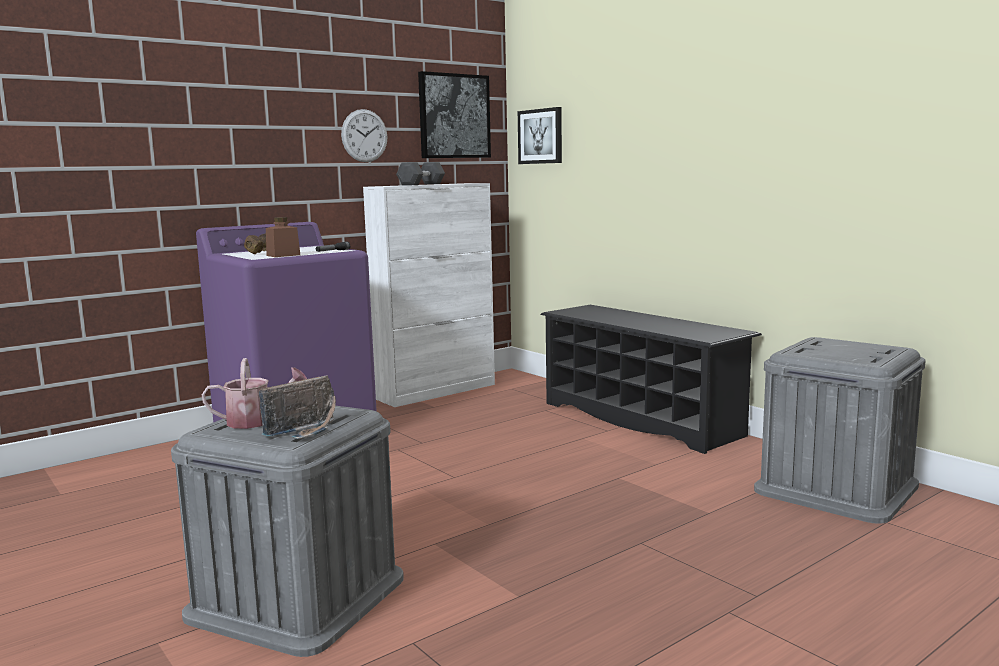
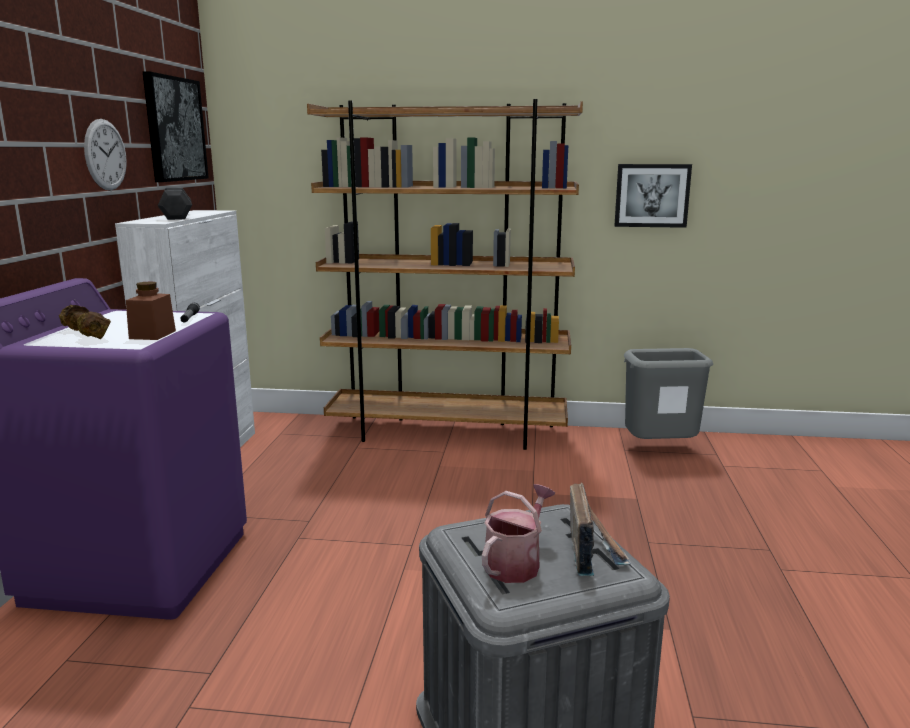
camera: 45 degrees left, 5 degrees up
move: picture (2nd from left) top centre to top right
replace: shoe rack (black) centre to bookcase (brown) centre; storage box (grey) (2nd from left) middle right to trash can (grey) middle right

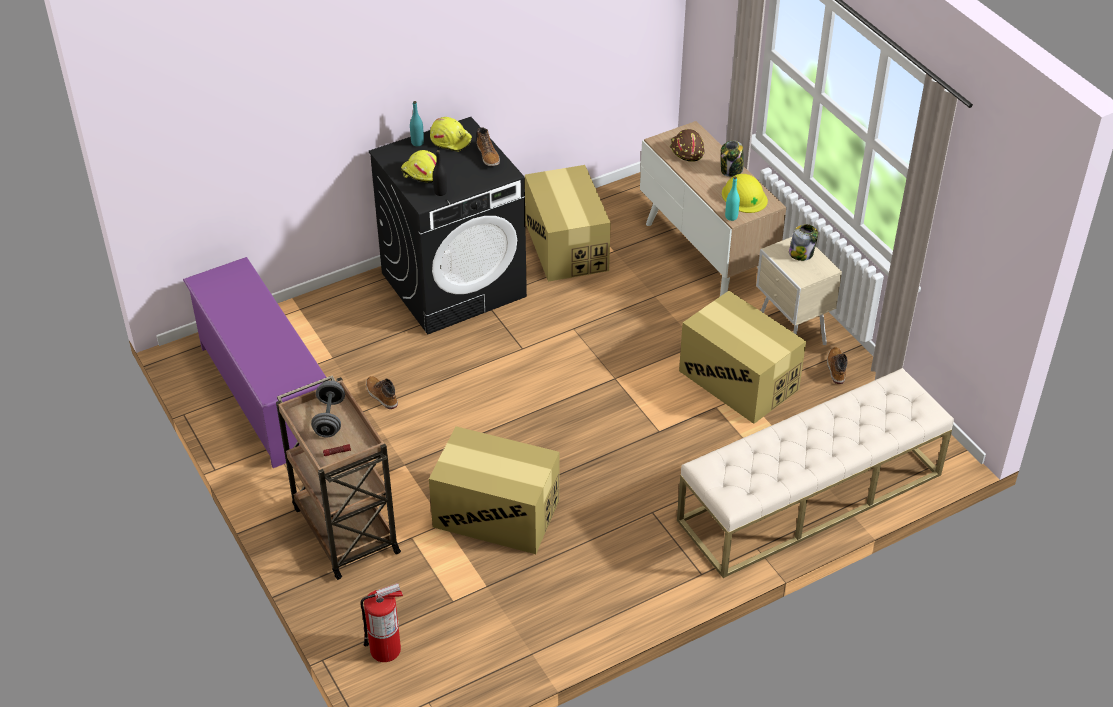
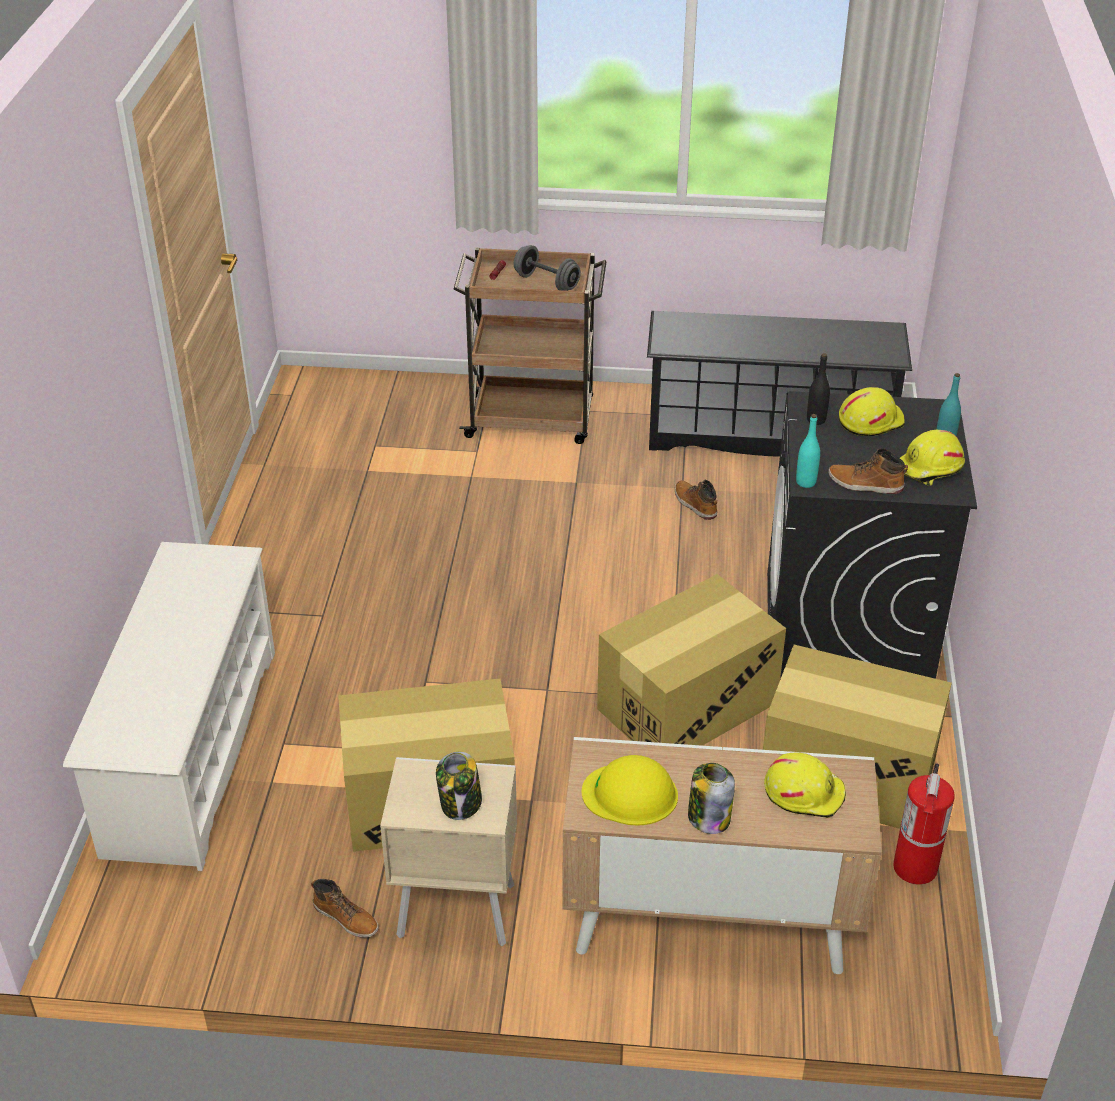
camera: 125 degrees right, 5 degrees down
move: cardboard box (1st from left in the first image) bottom centre to cardboard box (2nd from left) centre; bottle (turquoise) (2nd from left in the first image) top centre to bottle (turquoise) (1st from left) middle right; fire extinguisher bottom centre to bottom right
replace: bench (beige) bottom right to shoe rack (white) middle left
recolor: shoe rack (purple) middle left to shoe rack (black) middle right; hard hat (brown) top centre to hard hat (yellow) (2nd from left) bottom right
rotate: boot (1st from left in the first image) centre = centre 120 degrees counterclockwise

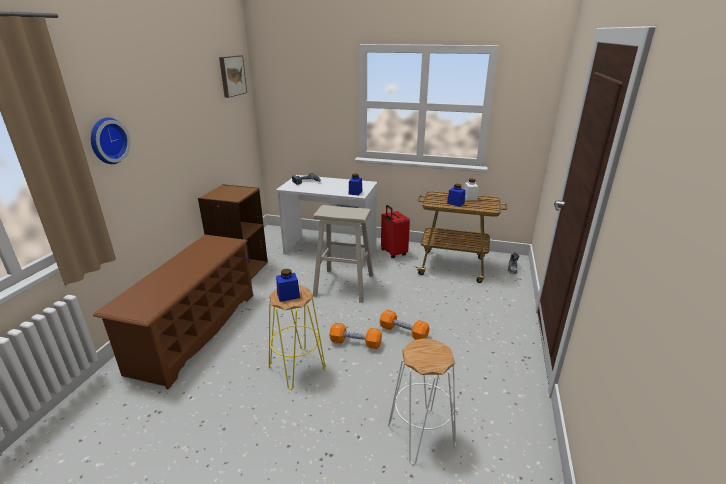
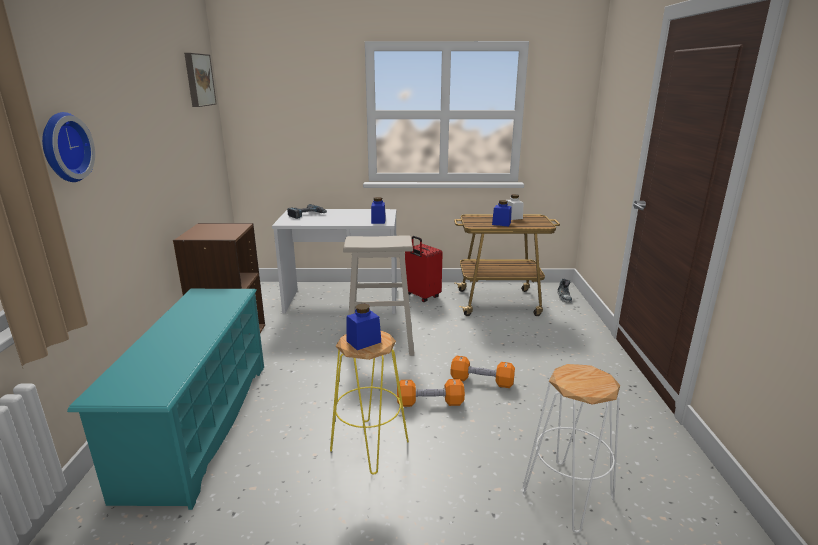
camera: 15 degrees left, 5 degrees down
recolor: shoe rack (brown) middle left to shoe rack (turquoise) bottom left

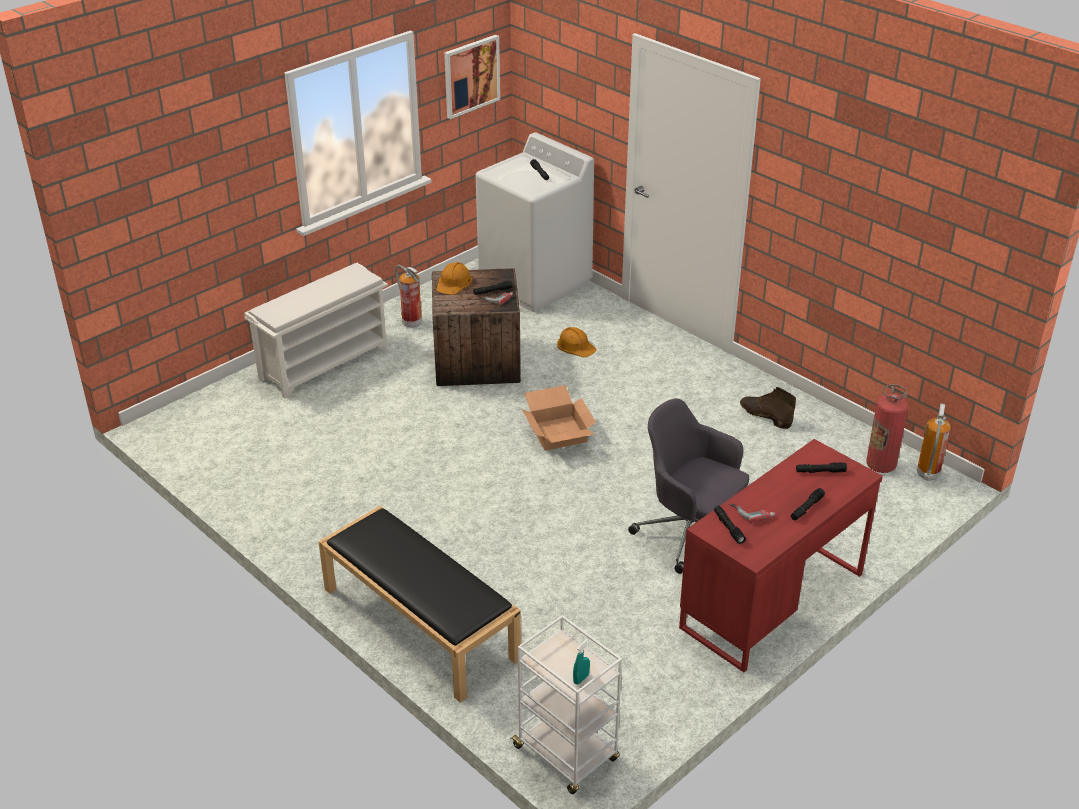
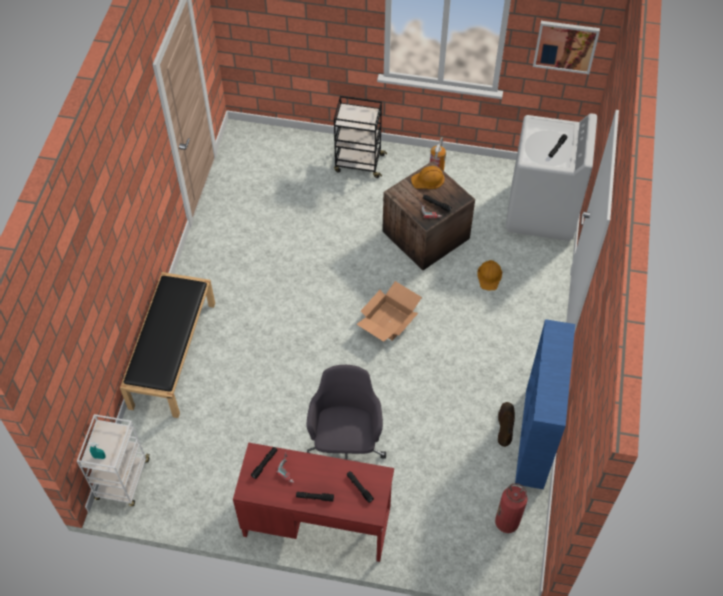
camera: 55 degrees right, 20 degrees up
delete: fire extinguisher (3rd from left) middle right
insert: bookcase (blue) bottom right
replace: shoe rack (white) middle left to cart (black) top centre

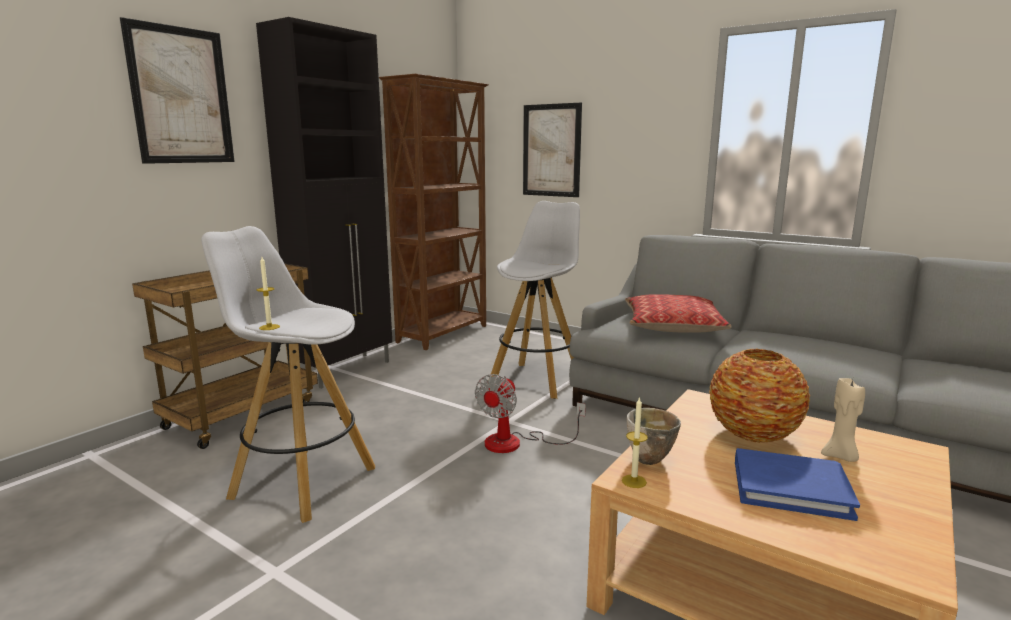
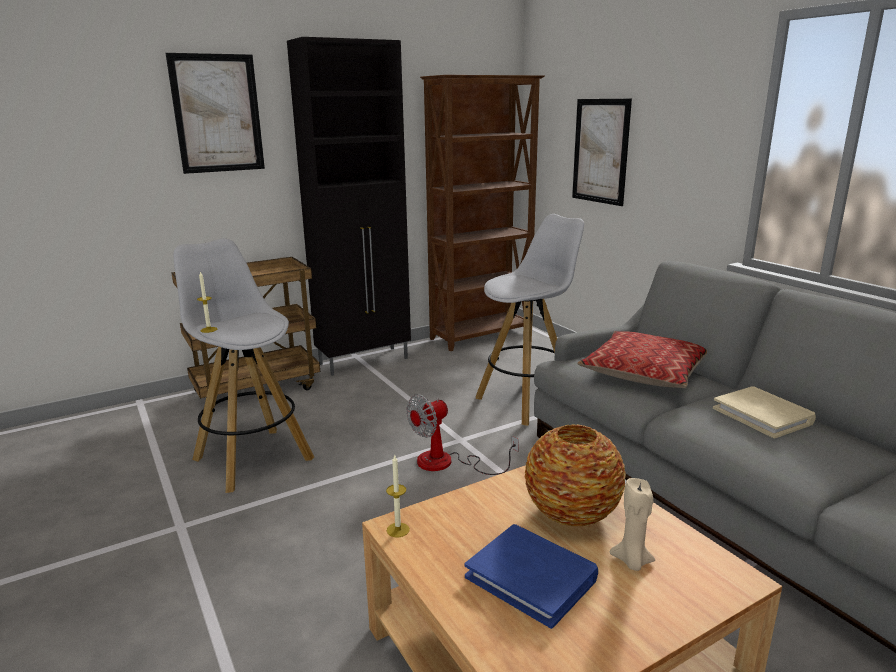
camera: 25 degrees right, 5 degrees up
delete: bowl bottom centre
insert: book (beige) middle right

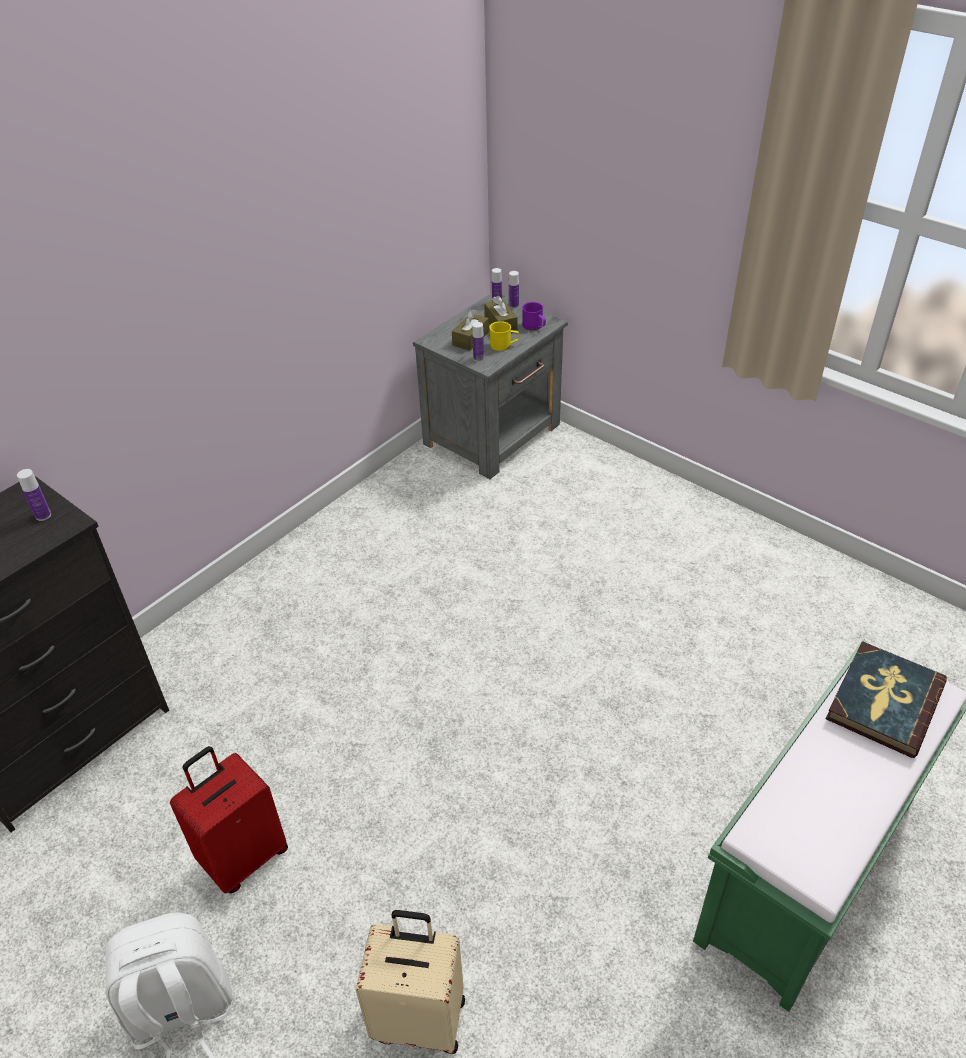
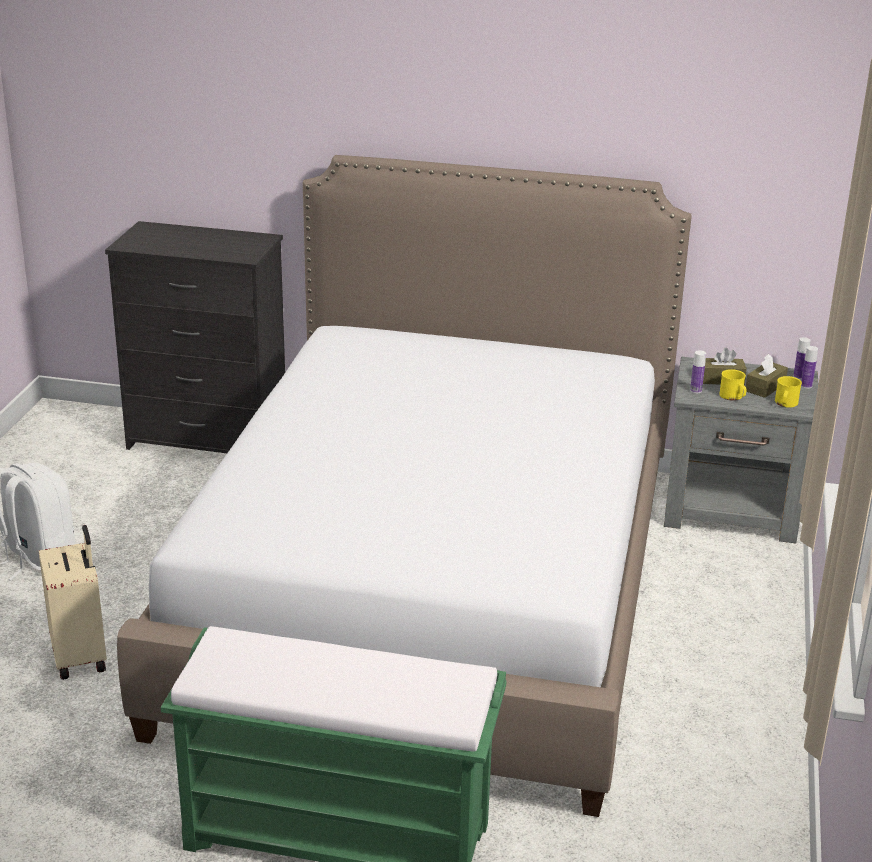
camera: 60 degrees right, 15 degrees down
delete: bottle (1st from left) middle left; suitcase (red) bottom left; book middle right
insert: bed centre
recolor: mug (purple) top centre to mug (yellow) (2nd from left) middle right

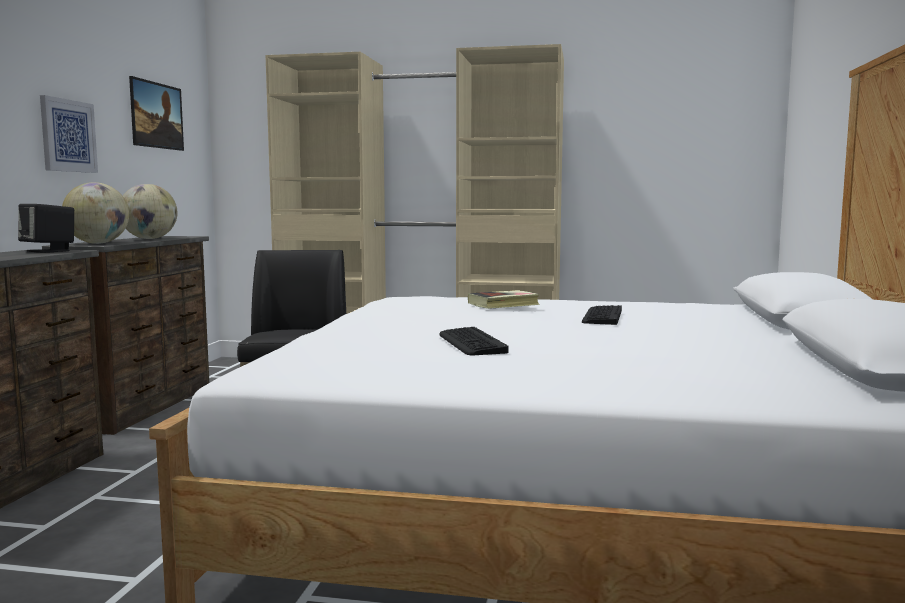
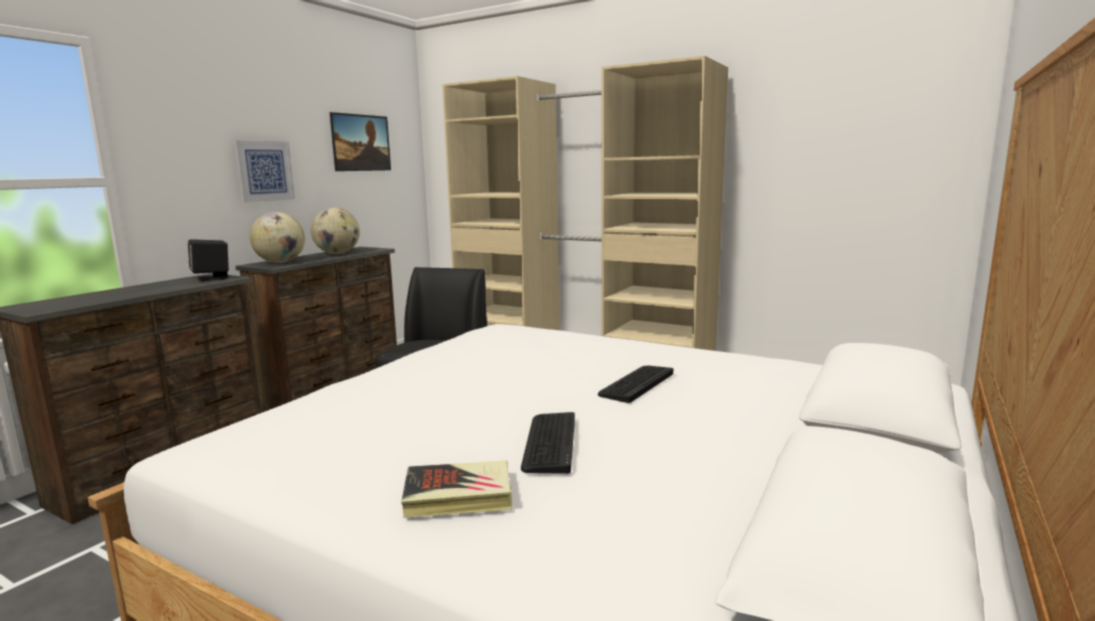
camera: 20 degrees right, 5 degrees up
move: book centre to bottom centre; keyboard (1st from left) centre to bottom centre

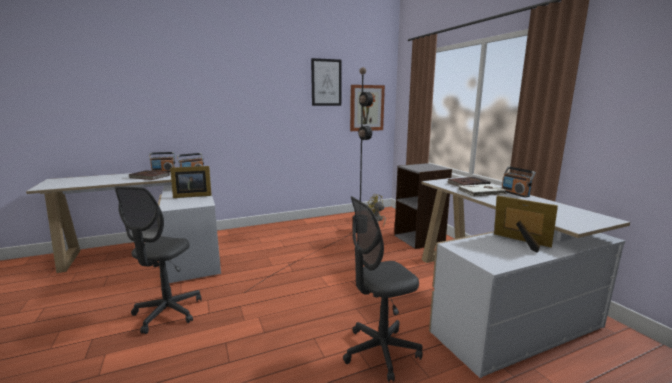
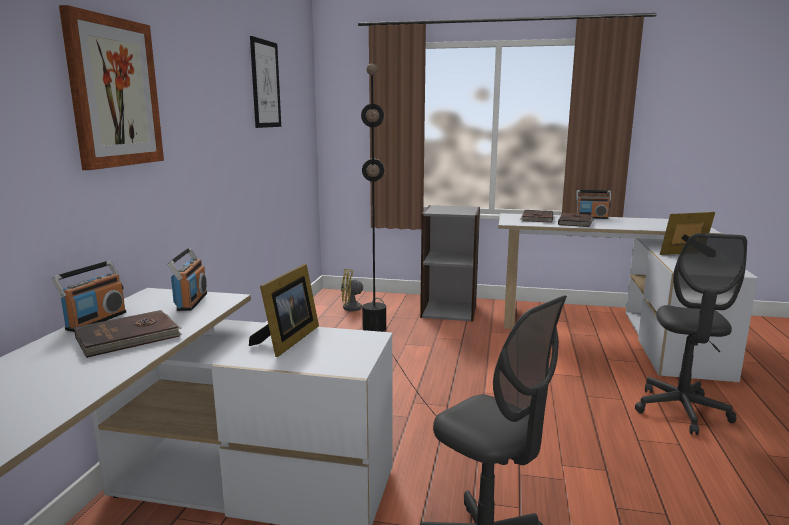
camera: 55 degrees left, 0 degrees up
move: picture (2nd from left in the first image) top centre to picture (1st from left) top left
recolor: book (white) middle right to book (brown) (3rd from left) middle right

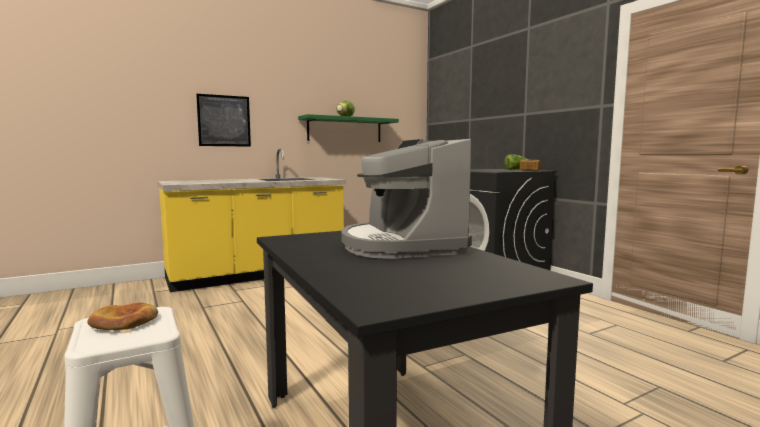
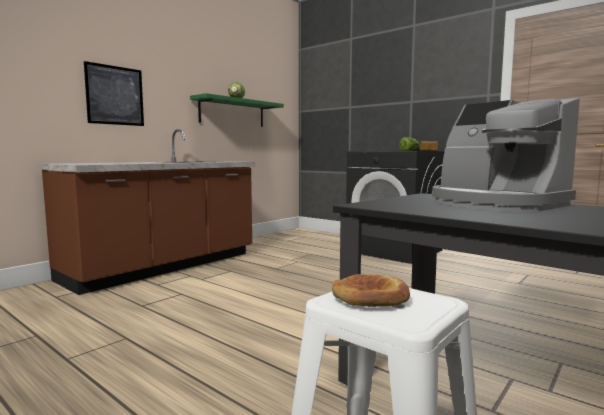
camera: 20 degrees left, 0 degrees up
recolor: counter (yellow) middle left to counter (brown) middle left

